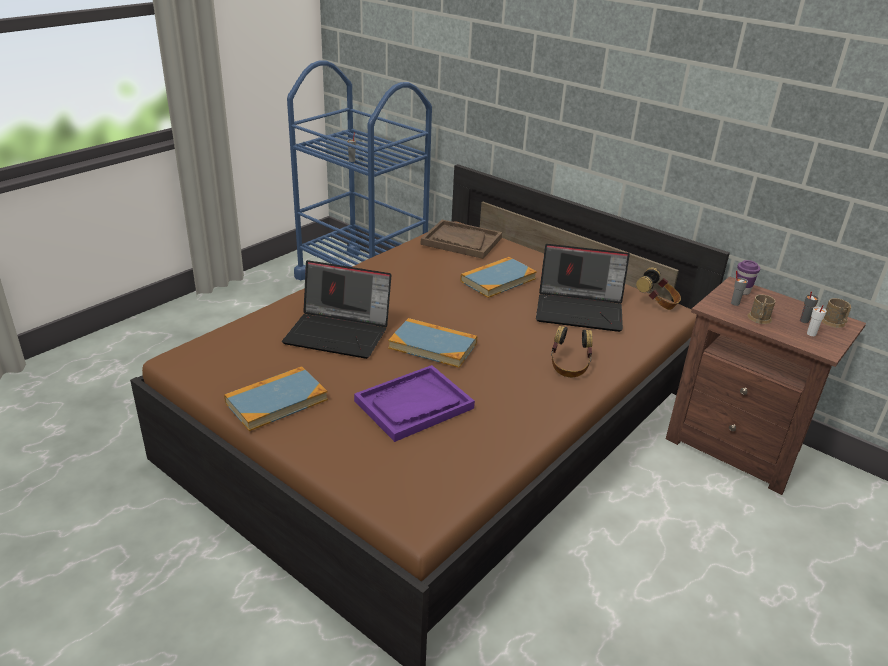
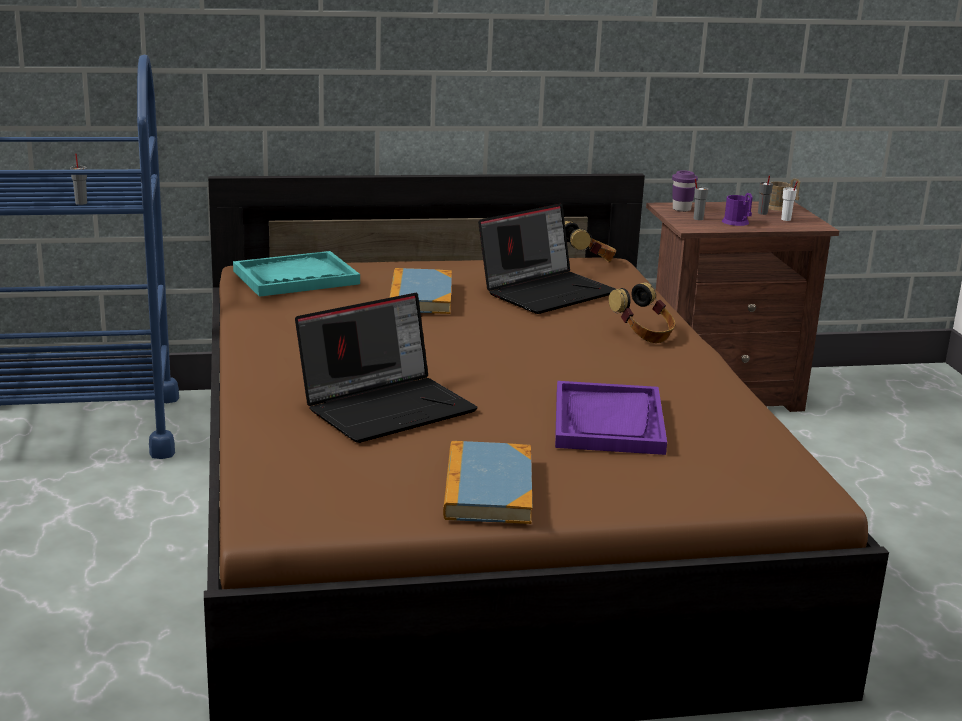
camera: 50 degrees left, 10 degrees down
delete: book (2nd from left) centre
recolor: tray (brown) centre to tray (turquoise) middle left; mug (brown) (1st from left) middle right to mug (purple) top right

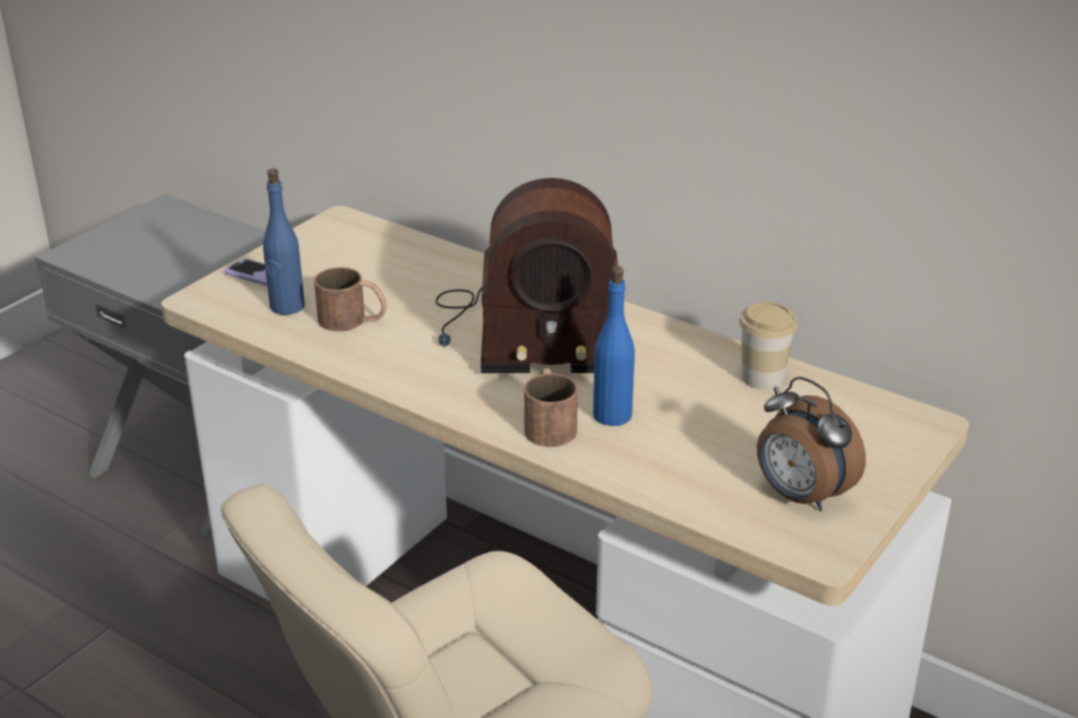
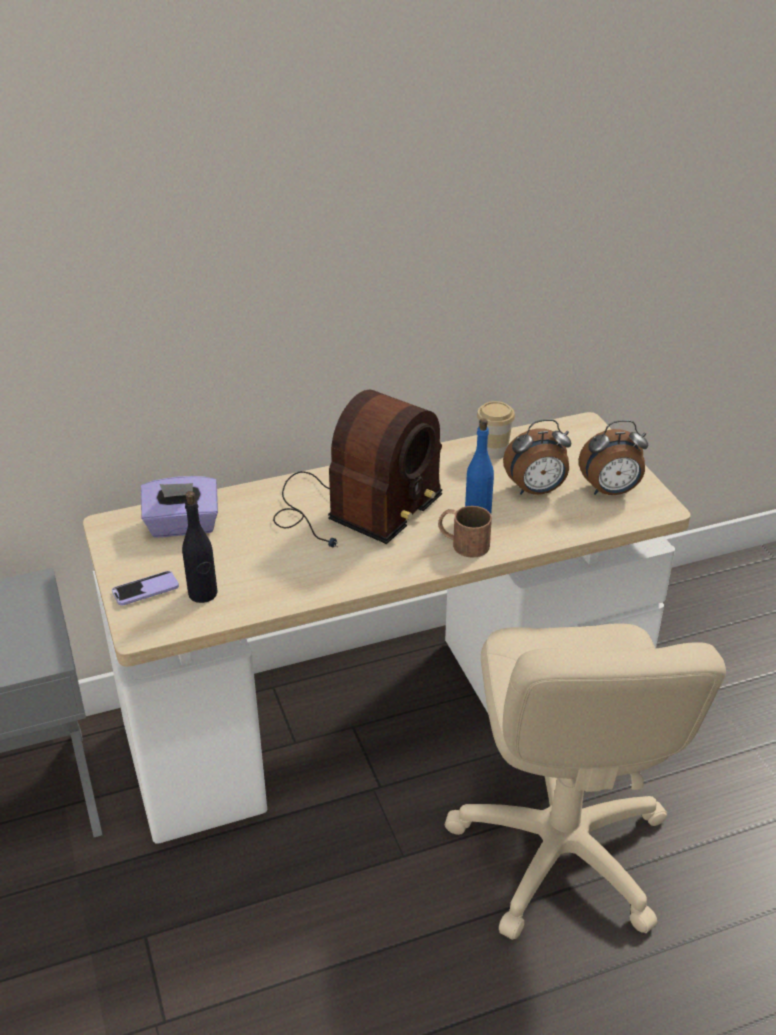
camera: 55 degrees left, 5 degrees up
delete: mug (brown) (1st from left) middle left
insert: tissue box (purple) middle left; alarm clock (1st from left) middle right
recolor: bottle (blue) (1st from left) middle left to bottle (black) middle left

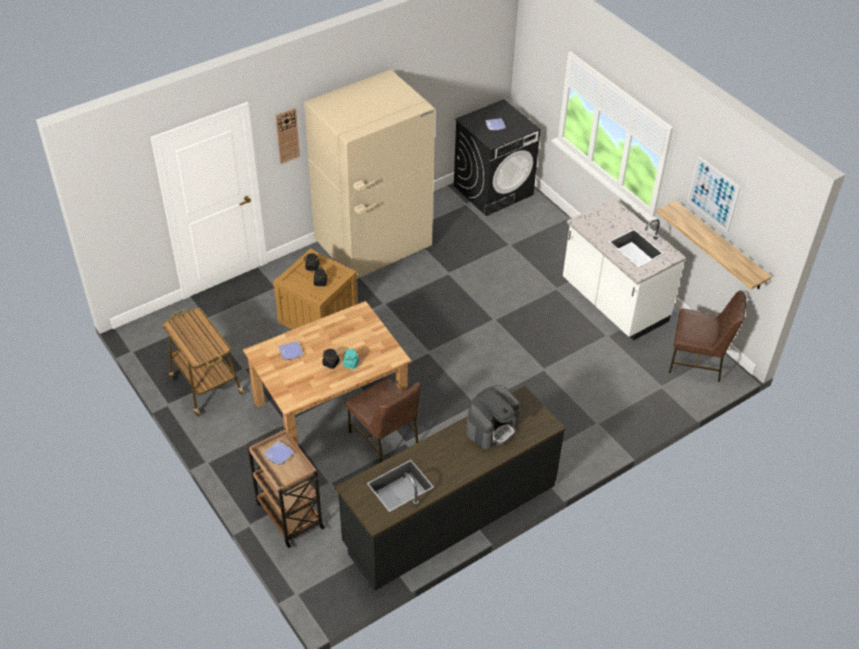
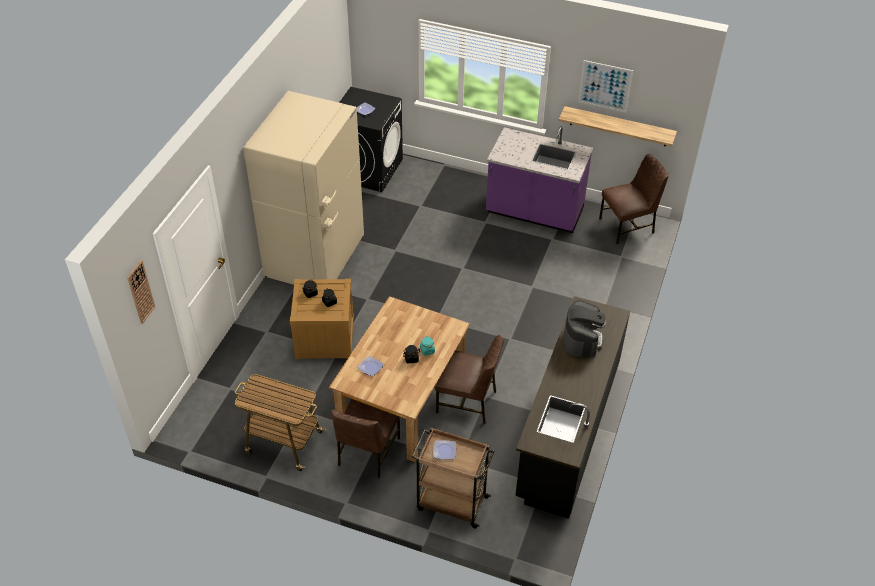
camera: 35 degrees left, 0 degrees up
insert: chair (brown) (1st from left) bottom centre
move: wall clock top centre to middle left
recolor: counter (white) middle right to counter (purple) top centre

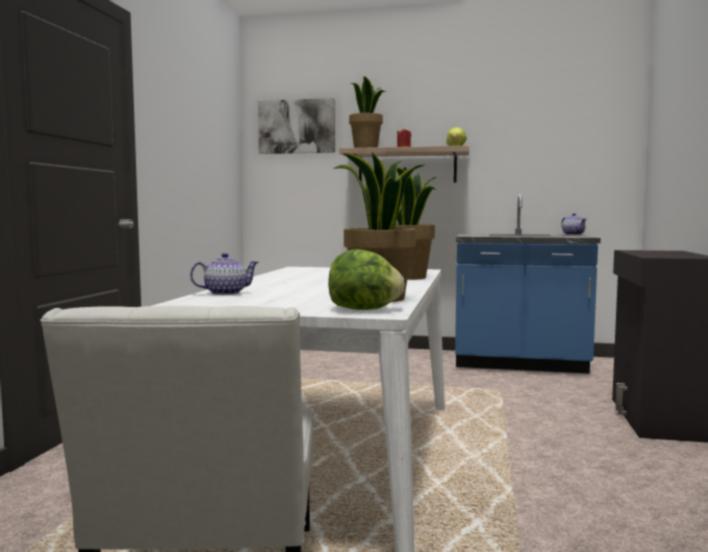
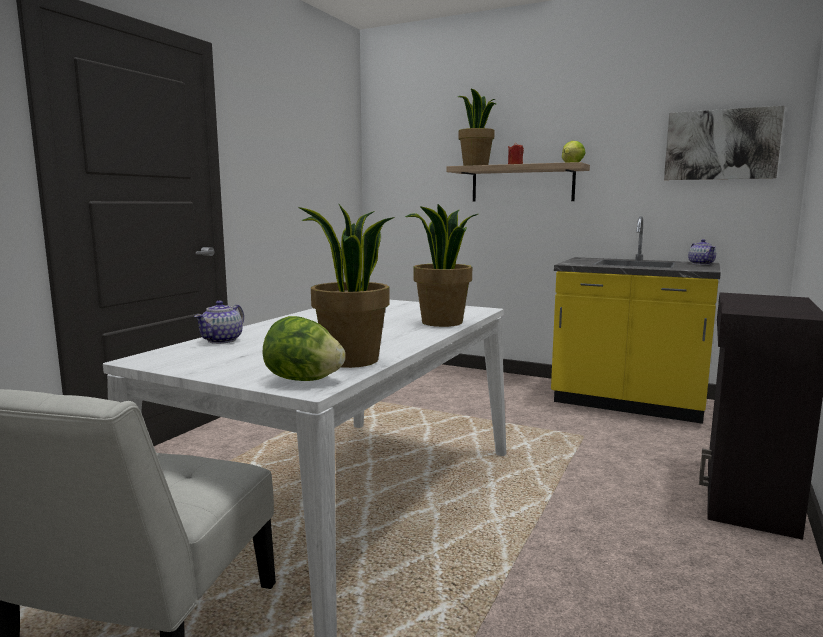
camera: 15 degrees right, 5 degrees up
move: picture top centre to top right
recolor: counter (blue) middle right to counter (yellow) middle right
rotate: teapot (1st from left) middle left = middle left 120 degrees clockwise

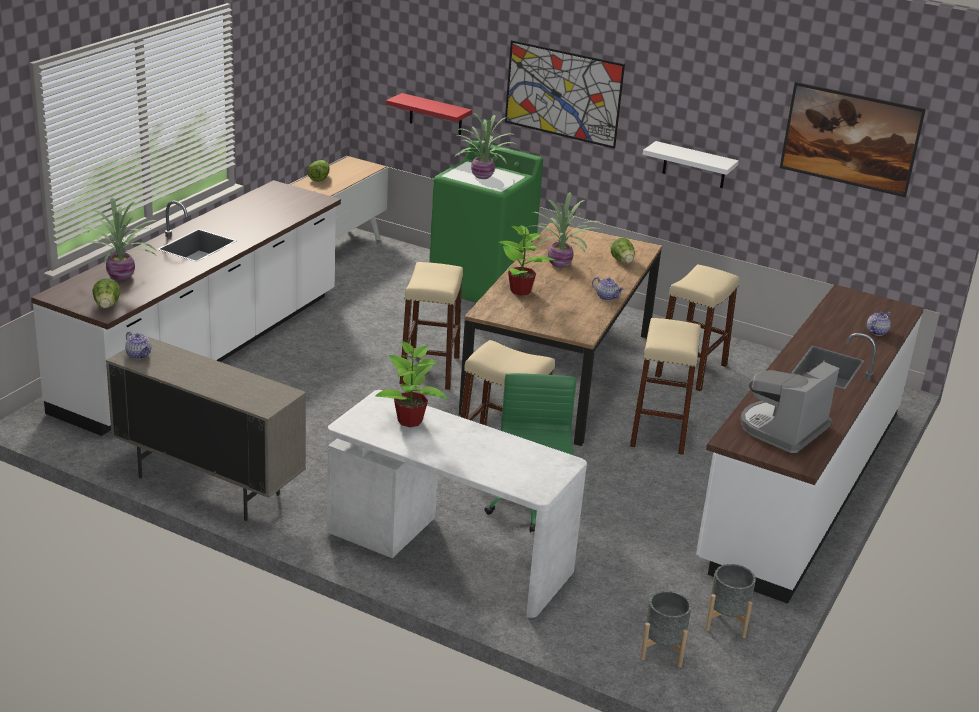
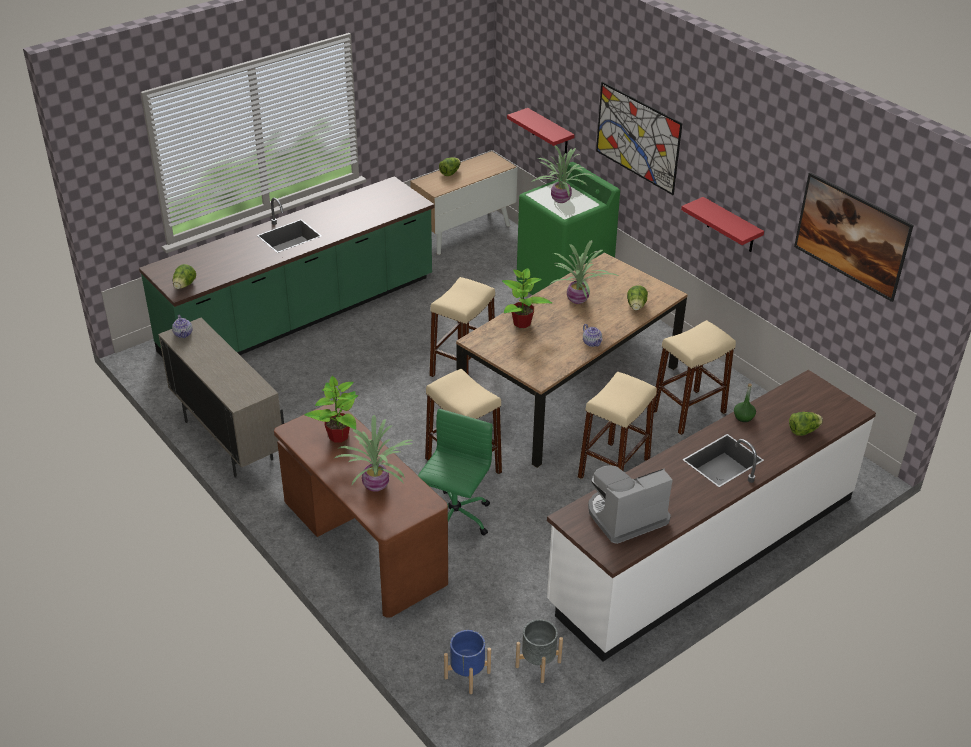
camera: 25 degrees right, 10 degrees up
insert: bottle (green) middle right
move: potted plant (1st from left in the first image) middle left to potted plant (2nd from left) centre
replace: teapot (3rd from left) middle right to lettuce (4th from left) middle right
recolor: counter (white) (1st from left) middle left to counter (green) middle left; desk (white) bottom centre to desk (brown) bottom centre; planter (grey) (1st from left) bottom right to planter (blue) bottom centre; shelf (white) top right to shelf (red) (2nd from left) top right

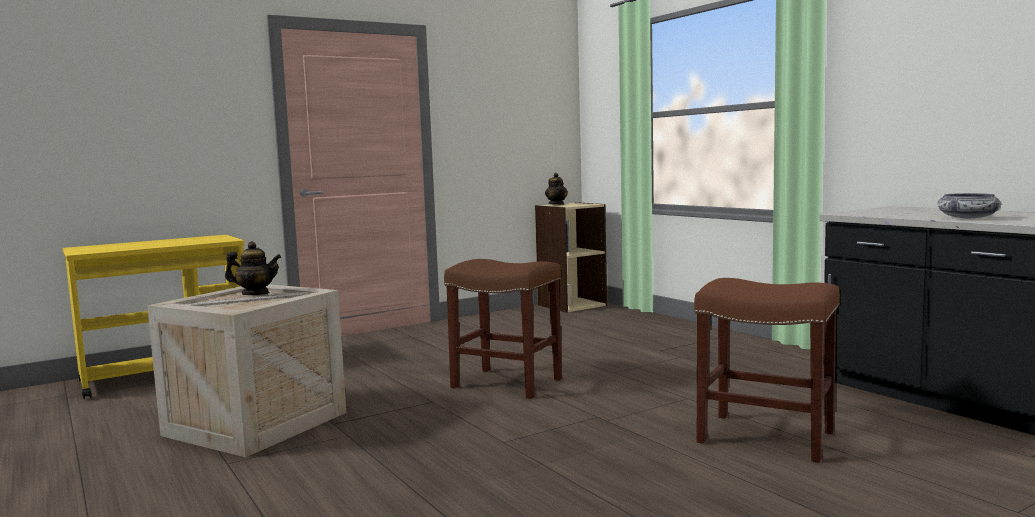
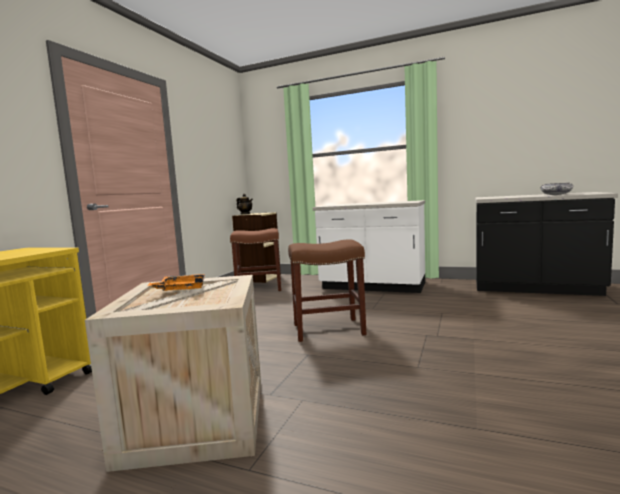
camera: 35 degrees left, 0 degrees up
insert: counter (white) centre
move: stool (brown) (2nd from left in the first image) bottom right to stool (brown) (1st from left) centre
replace: teapot (1st from left) middle left to tray (orange) middle left

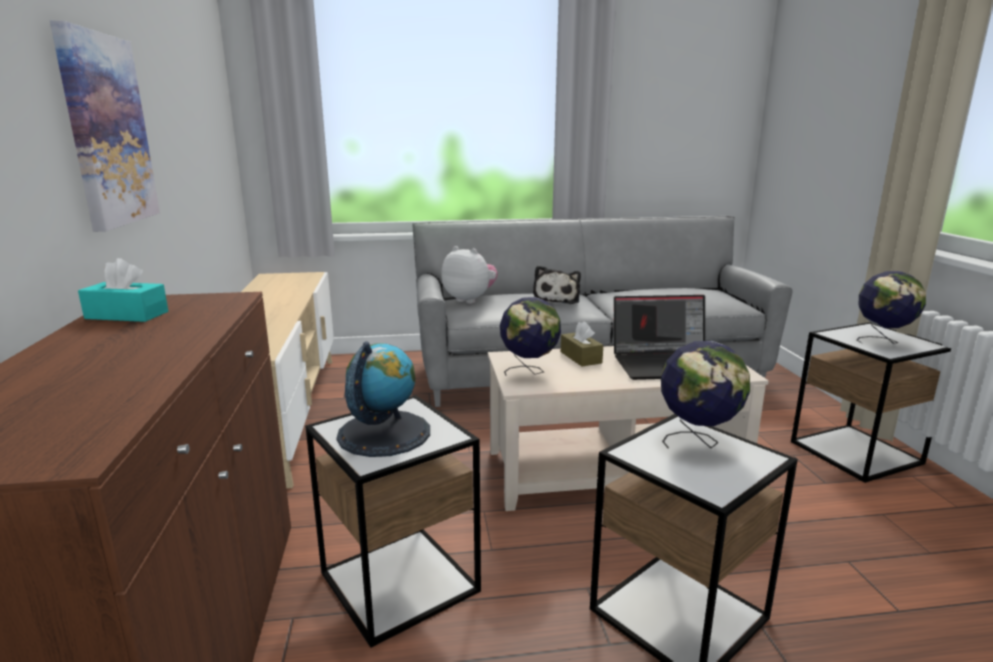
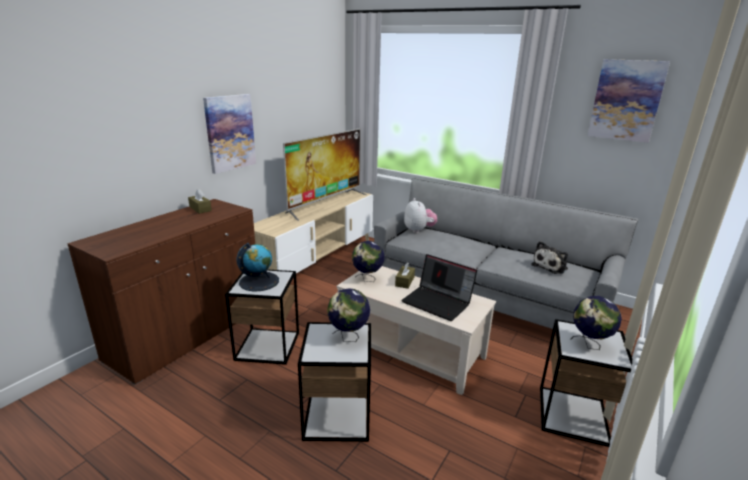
camera: 40 degrees right, 5 degrees up
insert: television centre; picture (2nd from left) top right
move: plush toy (2nd from left) centre to middle right
recolor: tissue box (turquoise) middle left to tissue box (brown) (1st from left) middle left

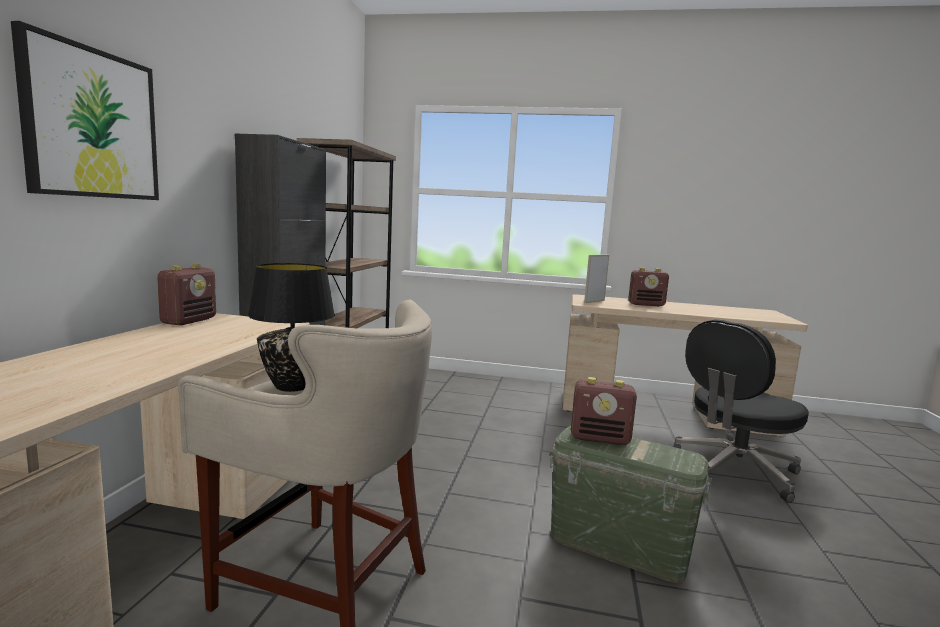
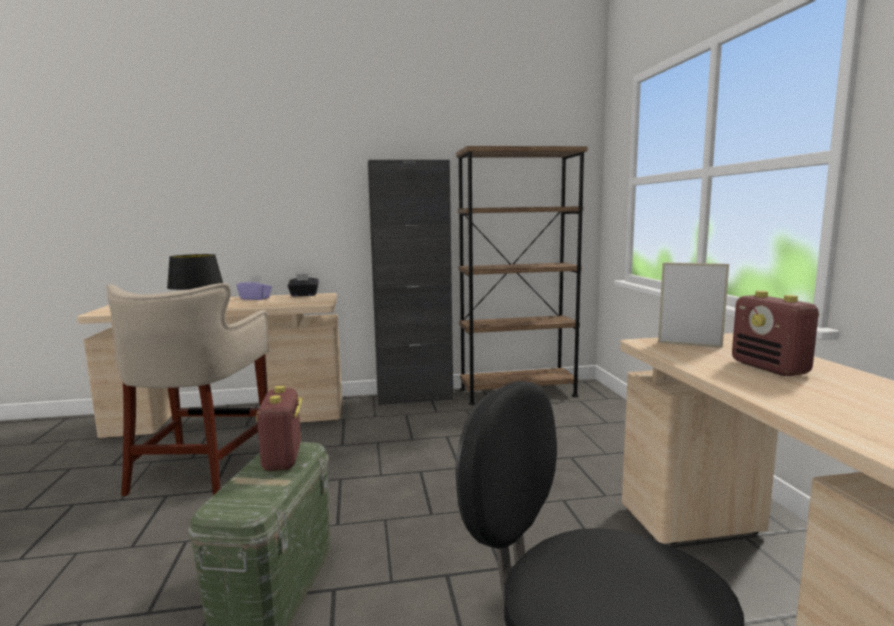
camera: 70 degrees right, 0 degrees up
delete: picture top left
insert: tissue box (purple) middle left
replace: radio (1st from left) middle left to tissue box (black) centre

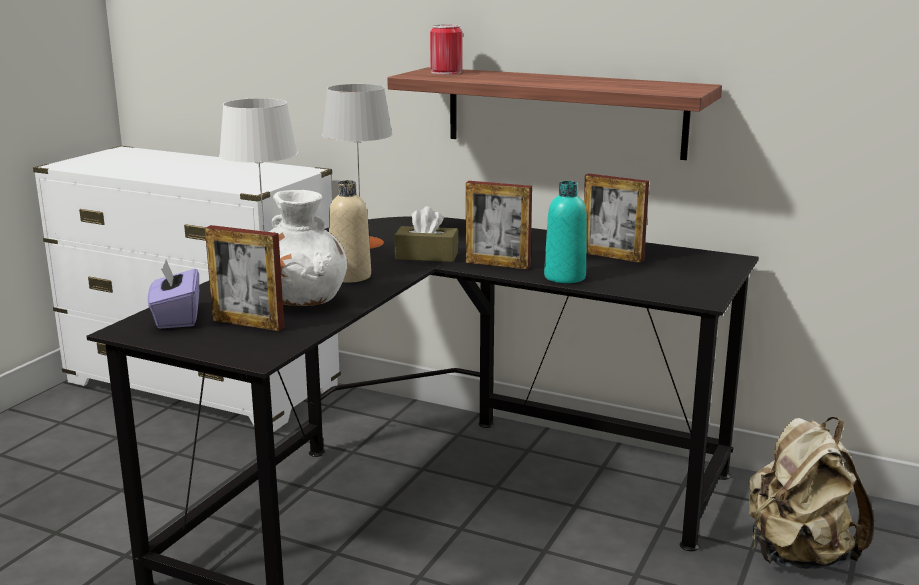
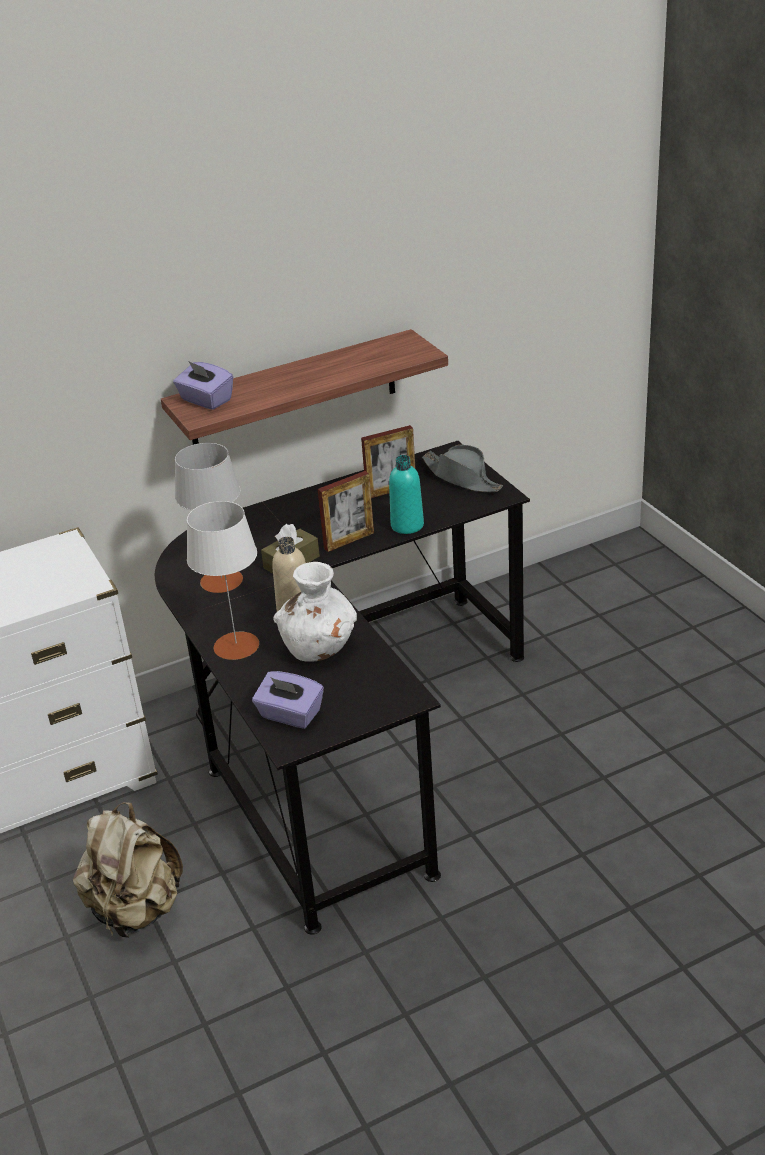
camera: 50 degrees left, 15 degrees up
delete: picture frame (1st from left) middle left
insert: hat (grey) centre
move: backpack (beige) bottom right to bottom left
replace: can top centre to tissue box (purple) (1st from left) middle left

